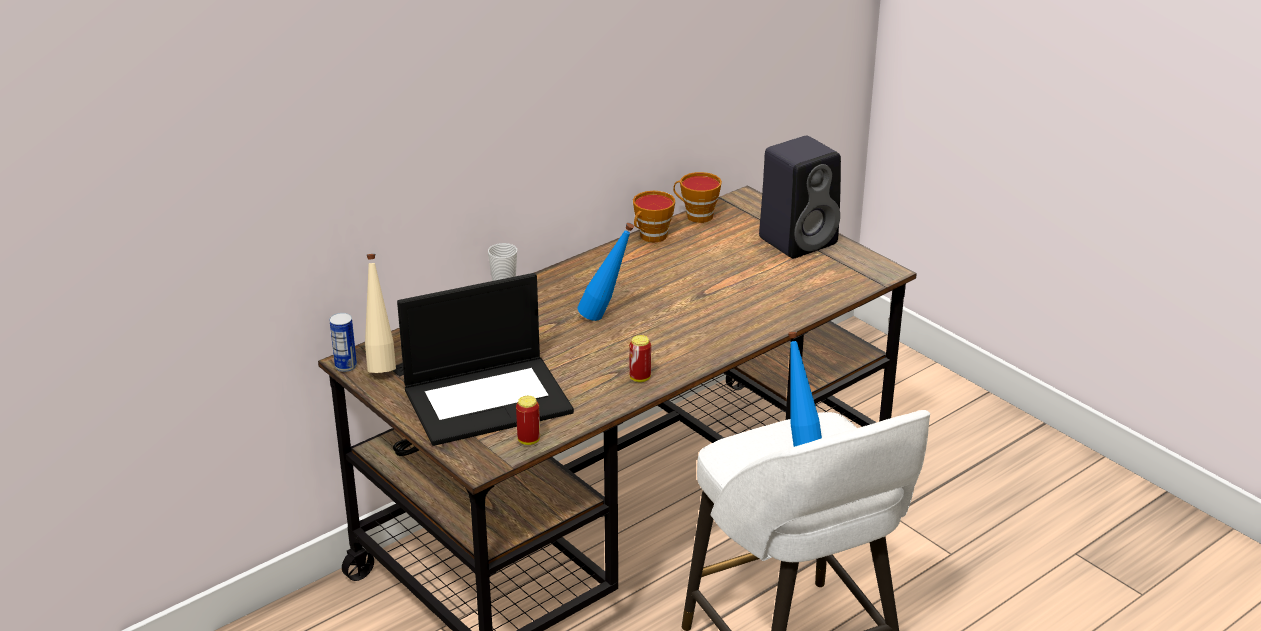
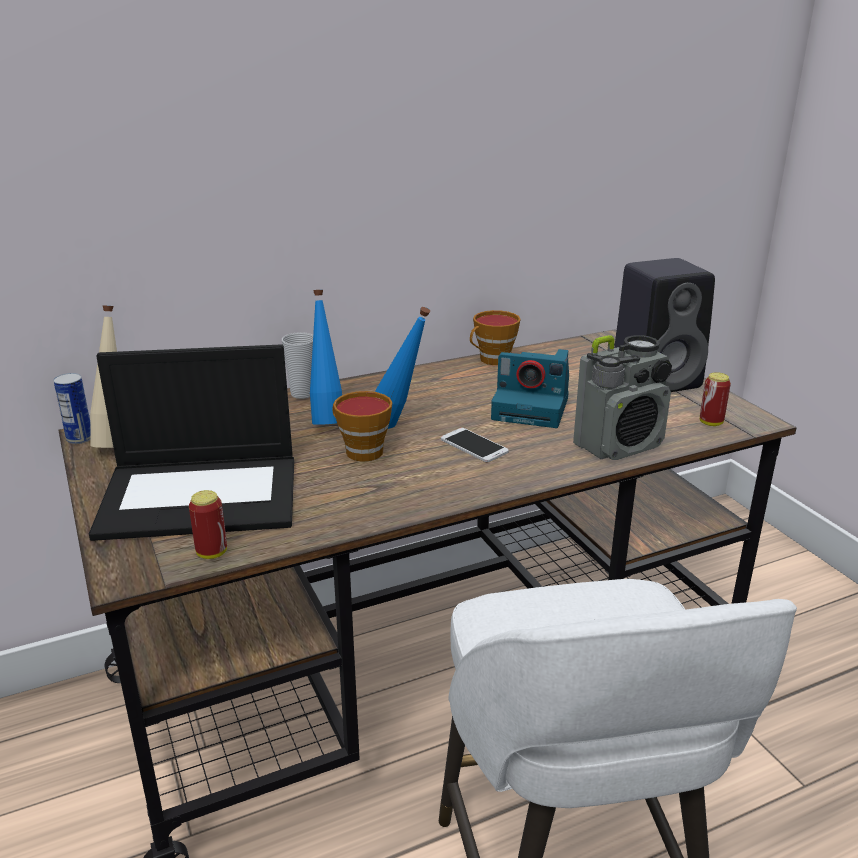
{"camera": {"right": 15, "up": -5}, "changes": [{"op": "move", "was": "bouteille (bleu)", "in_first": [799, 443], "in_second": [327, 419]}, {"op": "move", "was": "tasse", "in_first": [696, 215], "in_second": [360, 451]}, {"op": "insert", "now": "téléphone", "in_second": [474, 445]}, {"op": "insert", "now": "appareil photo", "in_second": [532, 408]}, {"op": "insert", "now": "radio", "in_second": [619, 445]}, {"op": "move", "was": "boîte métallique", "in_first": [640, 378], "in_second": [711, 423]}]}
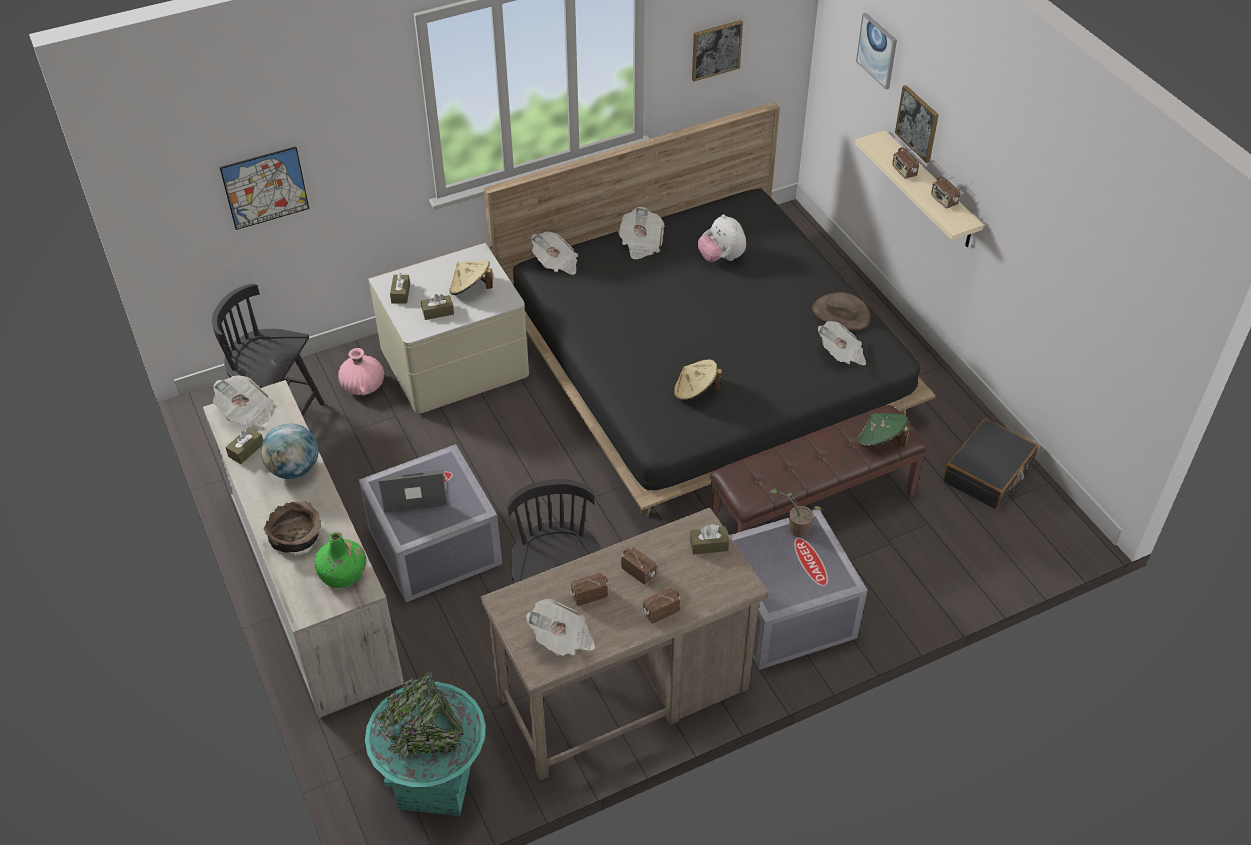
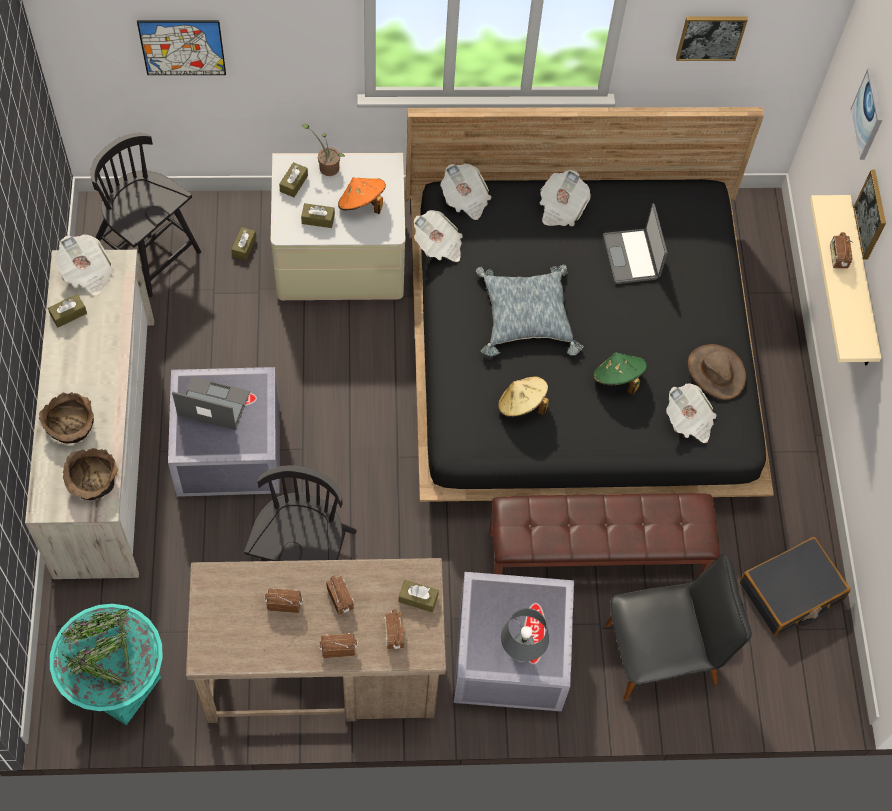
{"camera": {"right": 20, "up": 15}, "changes": [{"op": "replace", "was": "bouteille (vert)", "now": "bol (marron)", "in_first": [343, 573], "in_second": [93, 481]}, {"op": "replace", "was": "vase (rose)", "now": "boîte à mouchoirs (marron)", "in_first": [363, 386], "in_second": [244, 247]}, {"op": "move", "was": "plante en pot", "in_first": [795, 527], "in_second": [327, 166]}, {"op": "recolor", "was": "chapeau (beige)", "now": "chapeau (orange)", "in_first": [471, 289], "in_second": [362, 204]}, {"op": "move", "was": "radio", "in_first": [943, 201], "in_second": [393, 634]}, {"op": "move", "was": "journal", "in_first": [562, 639], "in_second": [438, 245]}, {"op": "insert", "now": "coussin", "in_second": [526, 314]}, {"op": "insert", "now": "lampe de table (gris)", "in_second": [520, 653]}, {"op": "move", "was": "chapeau (vert)", "in_first": [880, 442], "in_second": [617, 379]}, {"op": "replace", "was": "peluche", "now": "ordinateur portable", "in_first": [721, 258], "in_second": [632, 257]}, {"op": "insert", "now": "chaise (noir)", "in_second": [661, 653]}, {"op": "delete", "was": "globe", "in_first": [294, 469]}]}
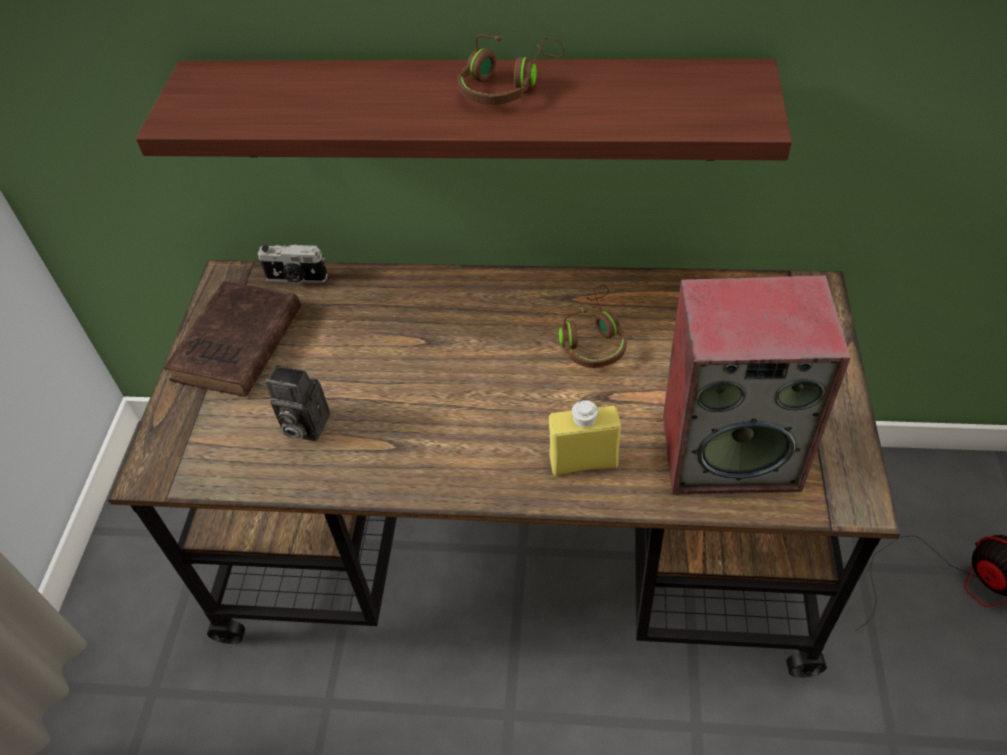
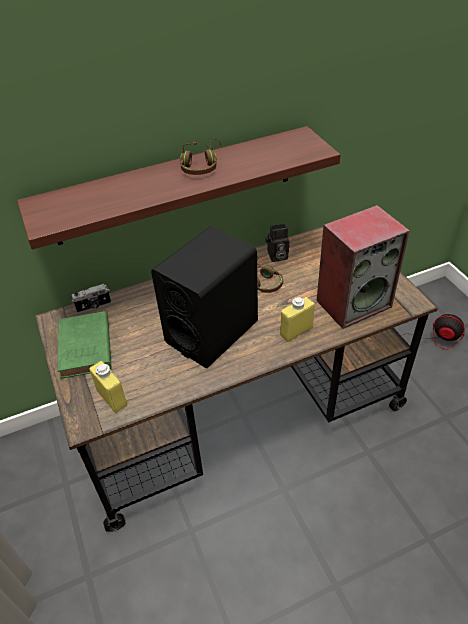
{"camera": {"right": -30, "up": -5}, "changes": [{"op": "recolor", "was": "livre (marron)", "now": "livre (vert)", "in_first": [236, 347], "in_second": [85, 349]}, {"op": "insert", "now": "bouteille (jaune)", "in_second": [112, 398]}, {"op": "insert", "now": "enceinte (noir)", "in_second": [212, 332]}, {"op": "move", "was": "appareil photo", "in_first": [303, 426], "in_second": [277, 256]}]}
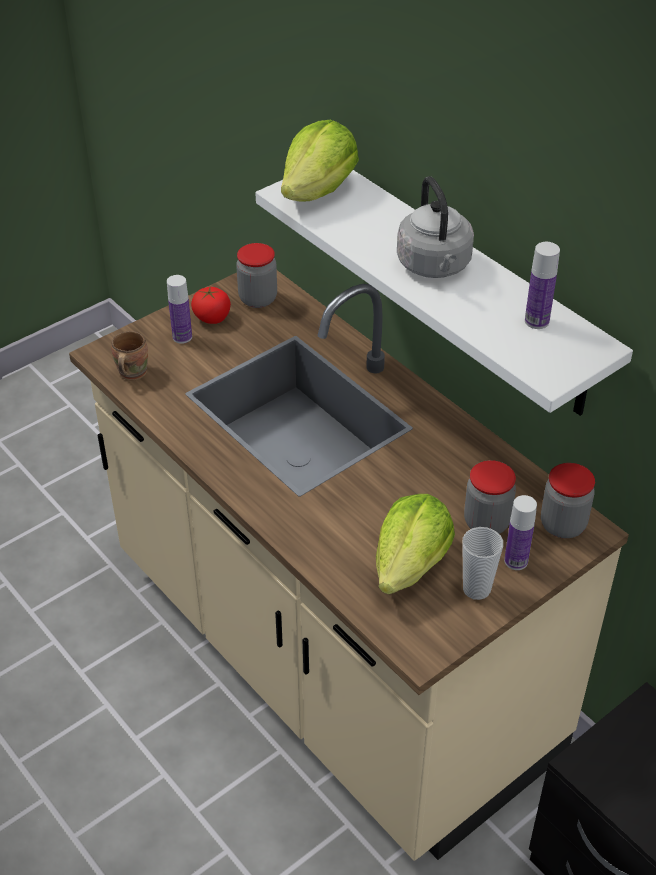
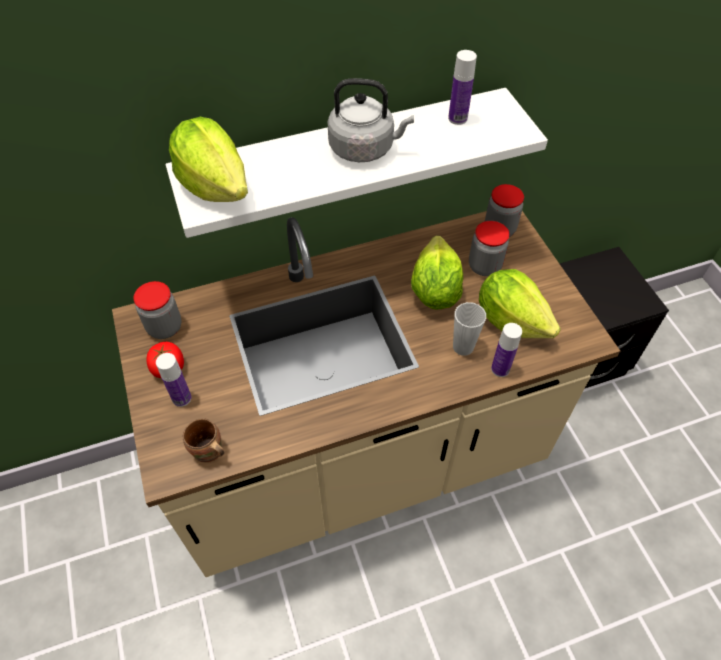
{"camera": {"right": -70, "up": 10}, "changes": [{"op": "insert", "now": "laitue", "in_second": [434, 291]}, {"op": "move", "was": "tasse", "in_first": [476, 589], "in_second": [463, 347]}, {"op": "move", "was": "bouteille", "in_first": [516, 561], "in_second": [500, 369]}]}
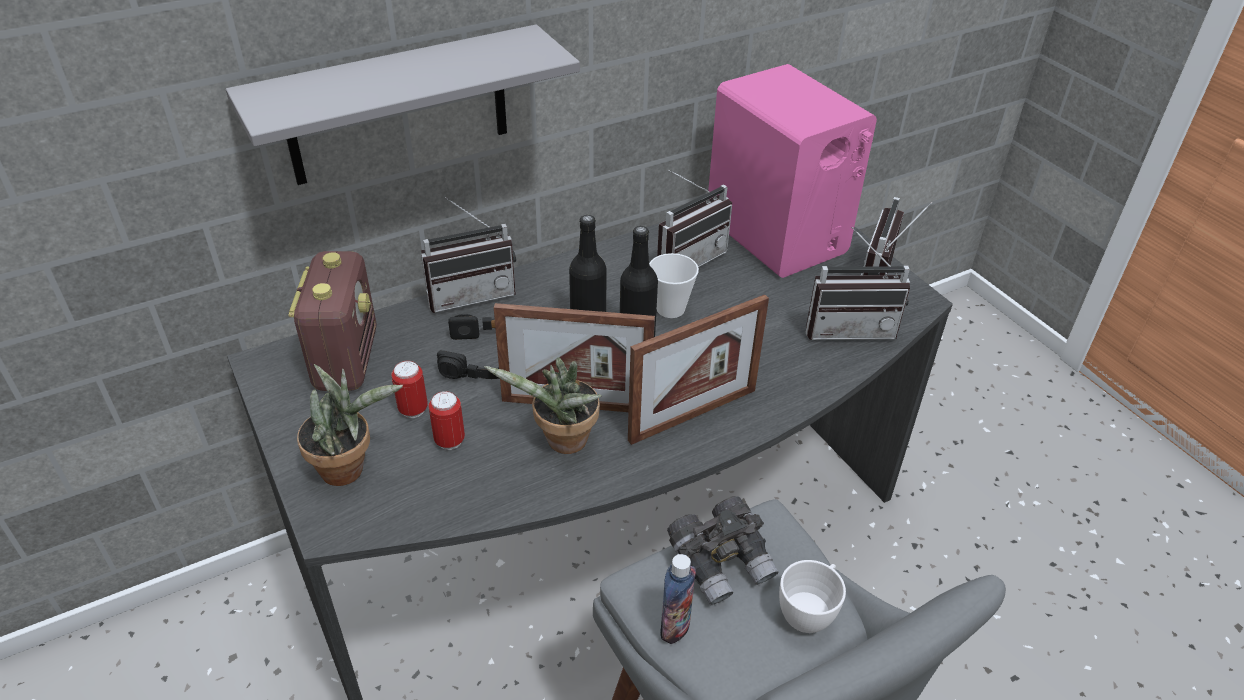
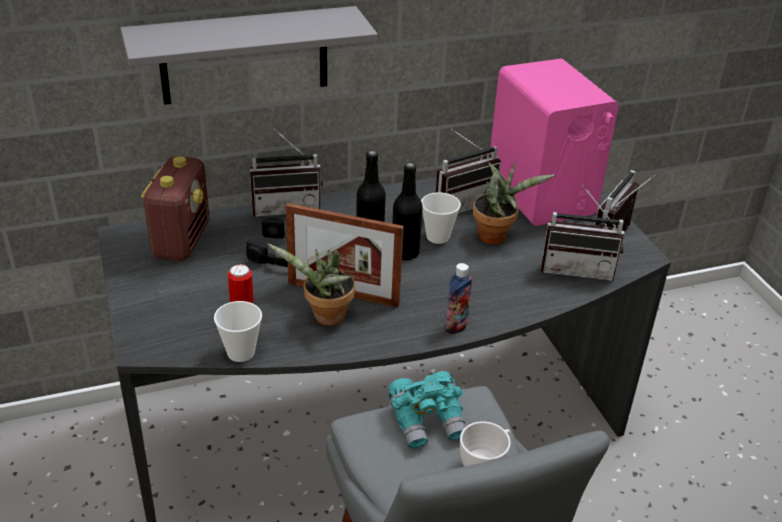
{"camera": {"right": 10, "up": -5}, "changes": [{"op": "insert", "now": "tasse", "in_second": [241, 352]}, {"op": "recolor", "was": "jumelles (gris)", "now": "jumelles (turquoise)", "in_first": [721, 563], "in_second": [427, 421]}, {"op": "move", "was": "bouteille", "in_first": [675, 627], "in_second": [456, 326]}, {"op": "move", "was": "plante en pot", "in_first": [349, 468], "in_second": [496, 236]}, {"op": "delete", "was": "boîte métallique", "in_first": [413, 409]}, {"op": "delete", "was": "cadre photo", "in_first": [693, 415]}]}
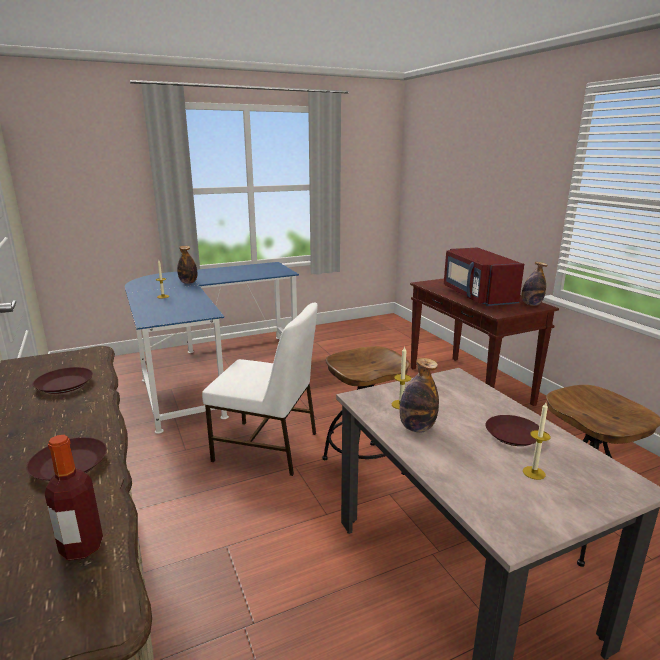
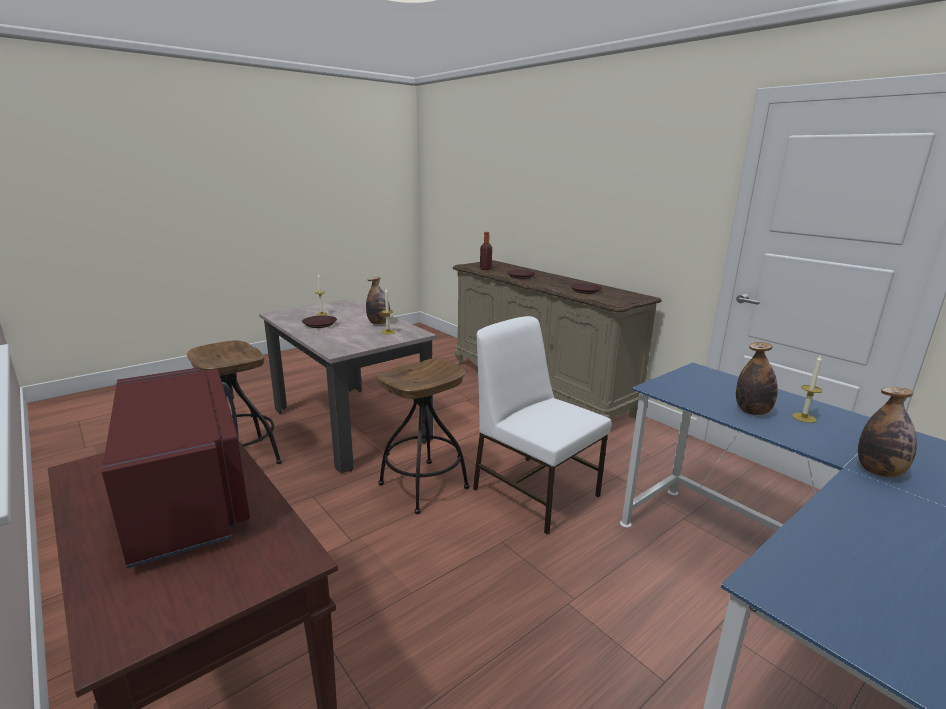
{"camera": {"right": 165, "up": 0}, "changes": [{"op": "rotate", "was": "chaise (blanc)", "in_first": [267, 447], "in_second": [534, 490], "clockwise": 45}, {"op": "move", "was": "bouteille", "in_first": [531, 304], "in_second": [752, 411]}]}
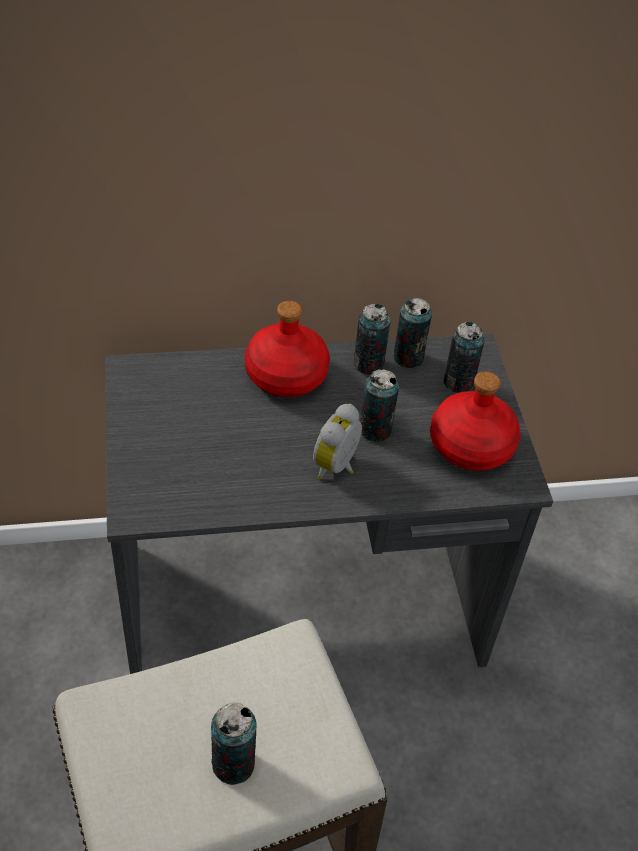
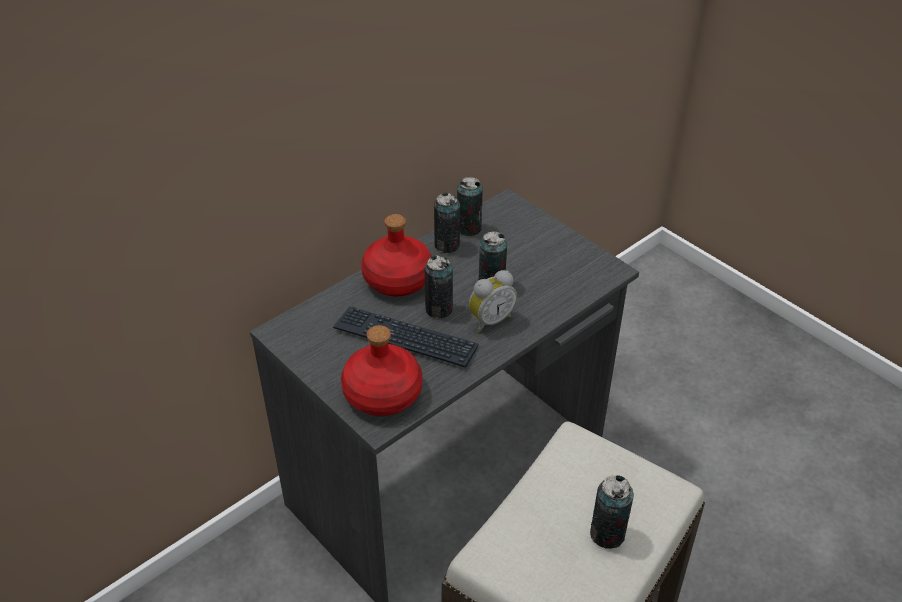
{"camera": {"right": -30, "up": -5}, "changes": [{"op": "insert", "now": "clavier", "in_second": [405, 338]}, {"op": "move", "was": "bouteille (rouge)", "in_first": [471, 445], "in_second": [383, 393]}, {"op": "move", "was": "boîte métallique", "in_first": [458, 382], "in_second": [439, 309]}, {"op": "rotate", "was": "réveil", "in_first": [338, 467], "in_second": [490, 320], "clockwise": -120}]}
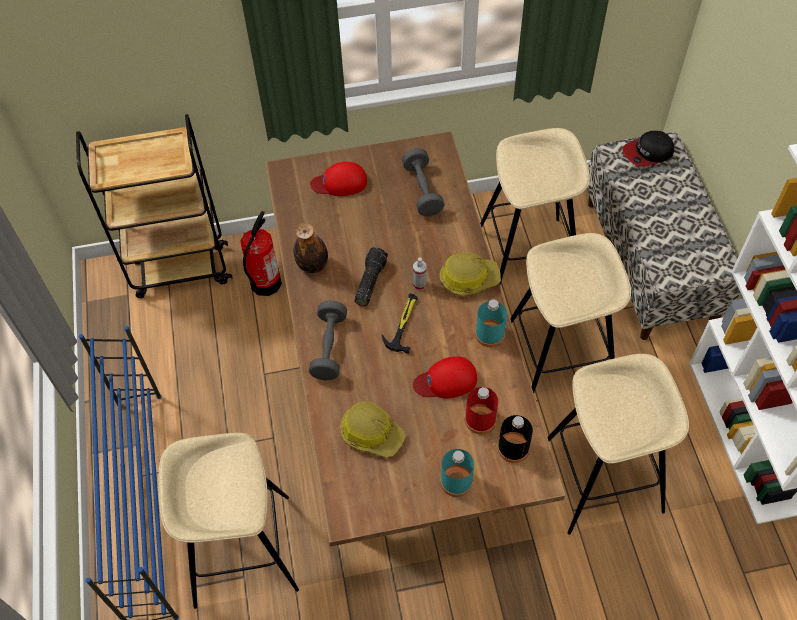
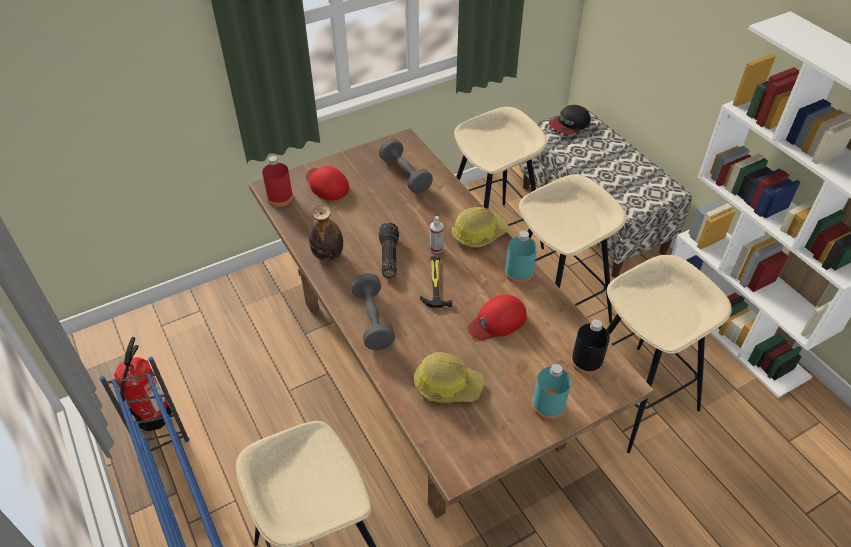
{"camera": {"right": -20, "up": -10}, "changes": [{"op": "move", "was": "extincteur", "in_first": [265, 283], "in_second": [153, 416]}, {"op": "move", "was": "bouteille (rouge)", "in_first": [480, 420], "in_second": [280, 198]}, {"op": "rotate", "was": "casquette (rouge)", "in_first": [340, 183], "in_second": [326, 185], "clockwise": 75}, {"op": "delete", "was": "chariot (marron)", "in_first": [182, 270]}]}
